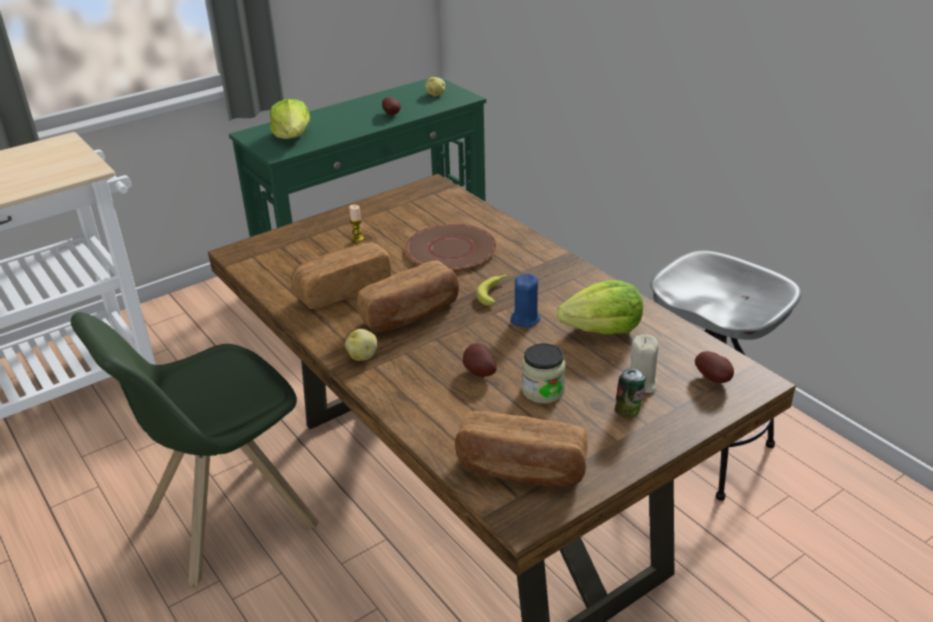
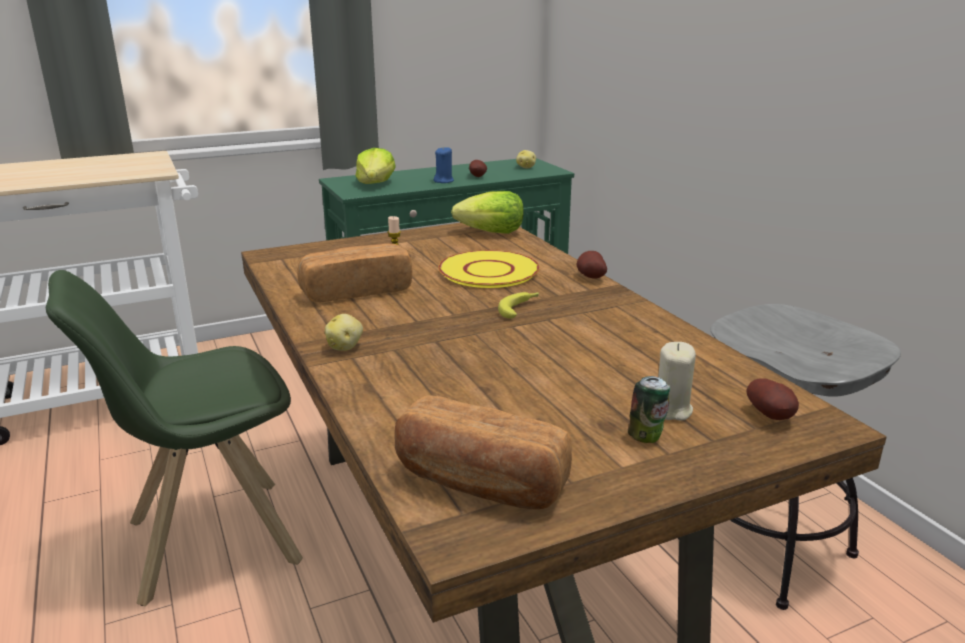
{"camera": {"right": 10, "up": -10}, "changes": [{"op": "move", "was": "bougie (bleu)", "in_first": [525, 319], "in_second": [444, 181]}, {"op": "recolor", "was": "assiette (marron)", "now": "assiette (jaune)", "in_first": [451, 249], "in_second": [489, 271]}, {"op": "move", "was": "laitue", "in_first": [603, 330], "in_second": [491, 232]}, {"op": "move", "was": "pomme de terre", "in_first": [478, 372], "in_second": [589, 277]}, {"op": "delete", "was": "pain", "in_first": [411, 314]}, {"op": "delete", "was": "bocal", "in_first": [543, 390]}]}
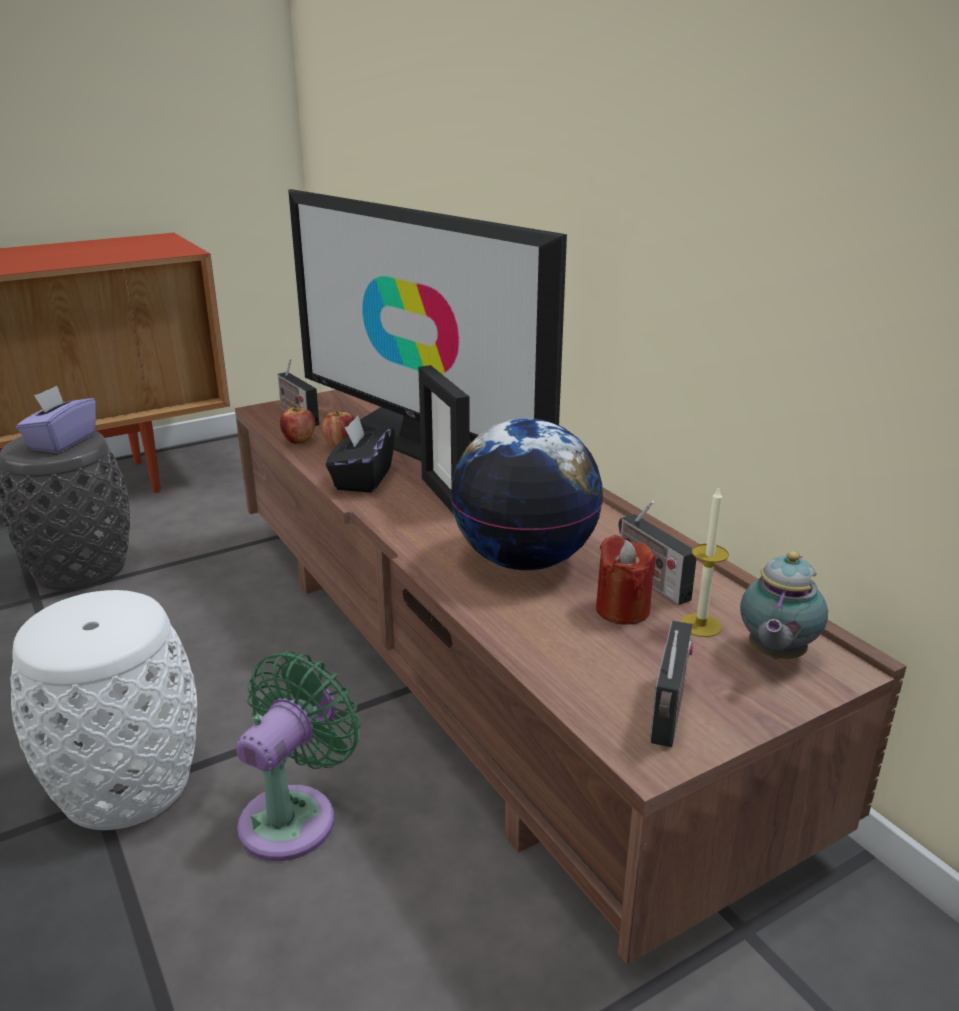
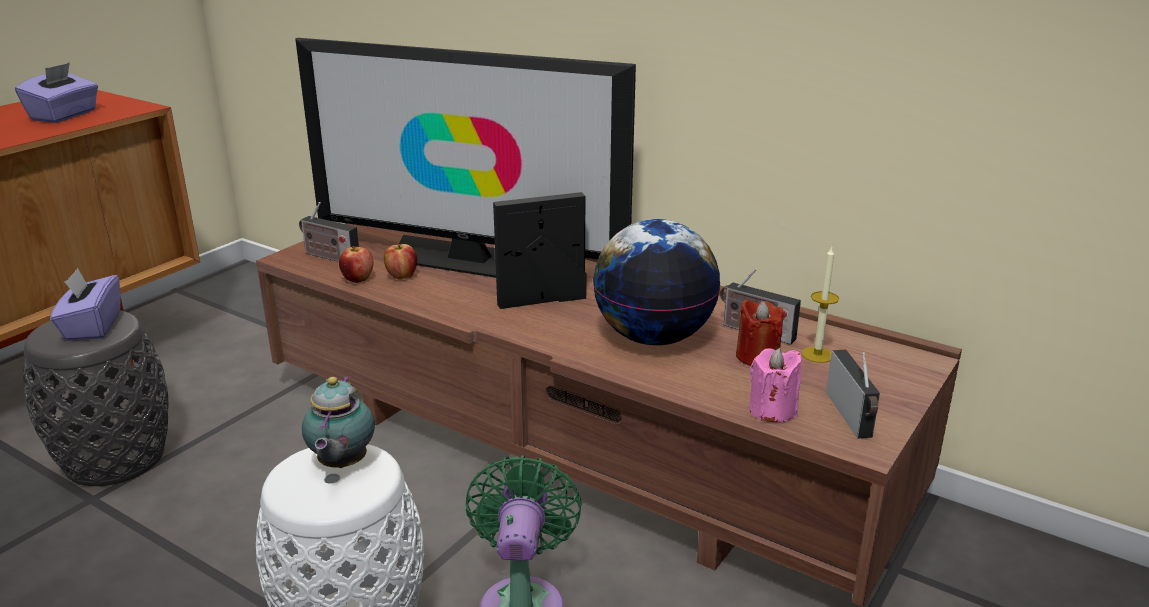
{"camera": {"right": -25, "up": 0}, "changes": [{"op": "insert", "now": "boîte à mouchoirs (violet)", "in_second": [64, 116]}, {"op": "move", "was": "théière", "in_first": [774, 655], "in_second": [341, 465]}, {"op": "rotate", "was": "cadre photo", "in_first": [447, 496], "in_second": [542, 301], "clockwise": 120}, {"op": "insert", "now": "bougie (rose)", "in_second": [772, 410]}, {"op": "delete", "was": "boîte à mouchoirs (noir)", "in_first": [362, 479]}]}
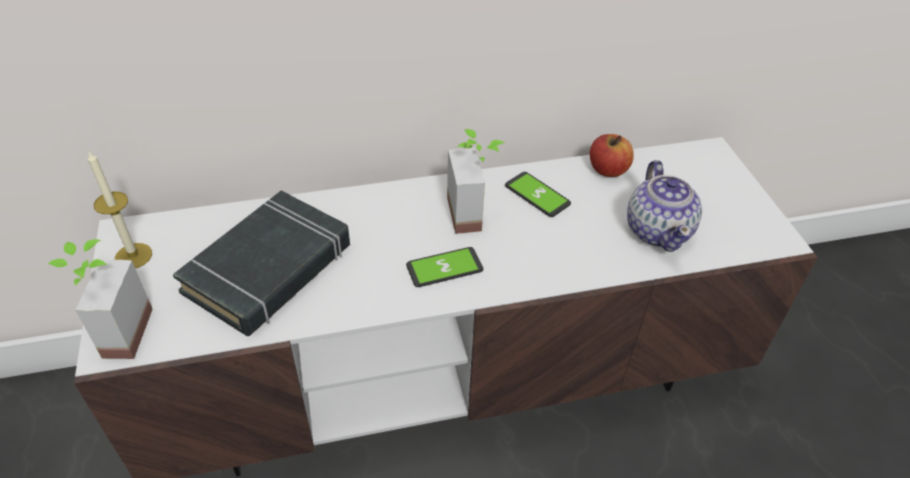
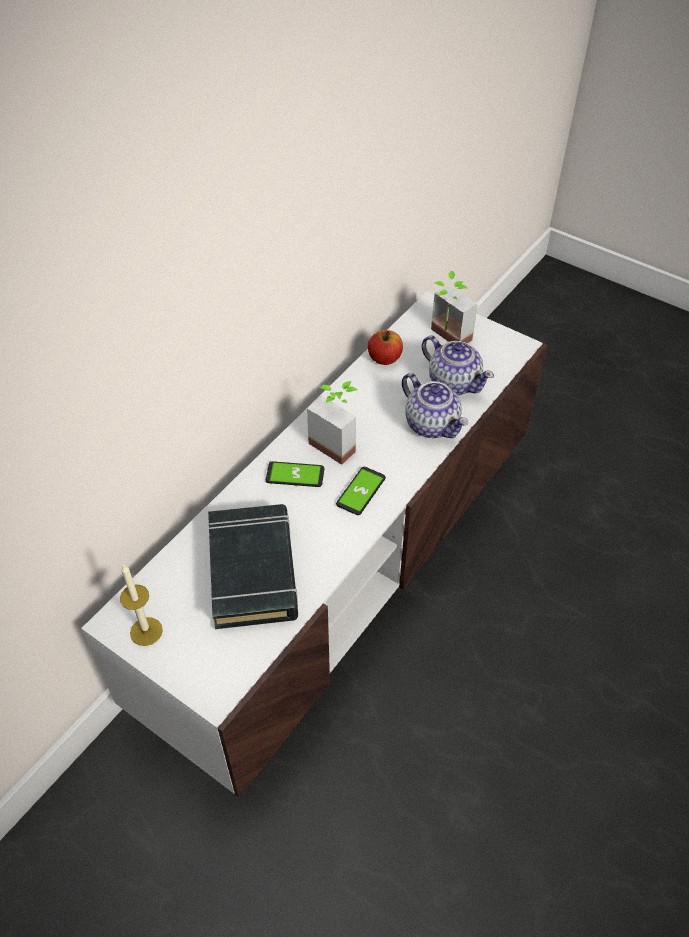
{"camera": {"right": -40, "up": 5}, "changes": [{"op": "move", "was": "téléphone", "in_first": [537, 195], "in_second": [295, 475]}, {"op": "insert", "now": "théière", "in_second": [432, 424]}, {"op": "move", "was": "plante en pot", "in_first": [114, 332], "in_second": [445, 338]}]}
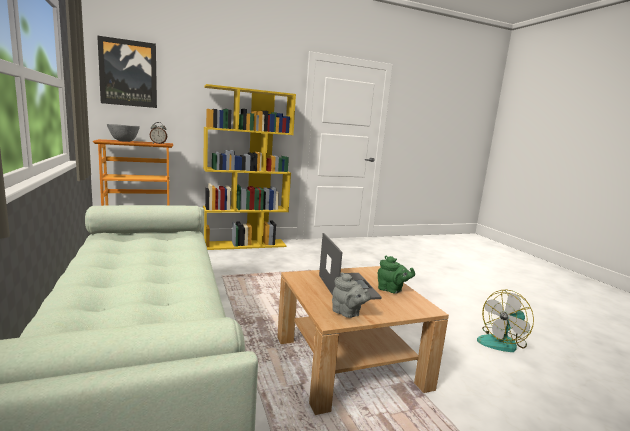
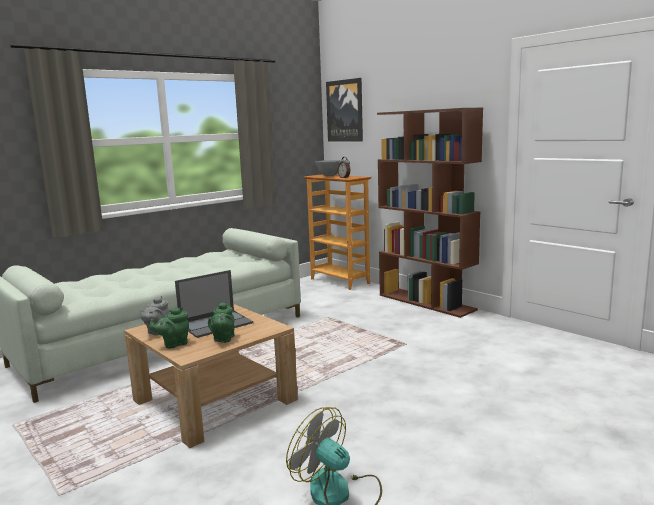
{"camera": {"right": 70, "up": 0}, "changes": [{"op": "insert", "now": "théière (vert)", "in_second": [173, 344]}, {"op": "recolor", "was": "bibliothèque (jaune)", "now": "bibliothèque (marron)", "in_first": [245, 244], "in_second": [427, 302]}]}
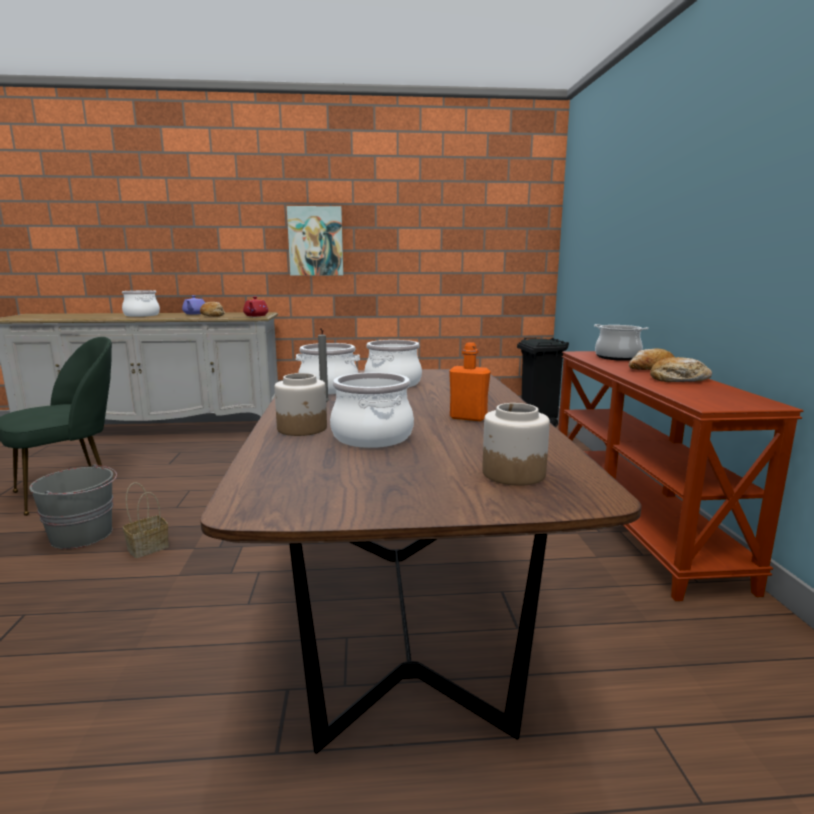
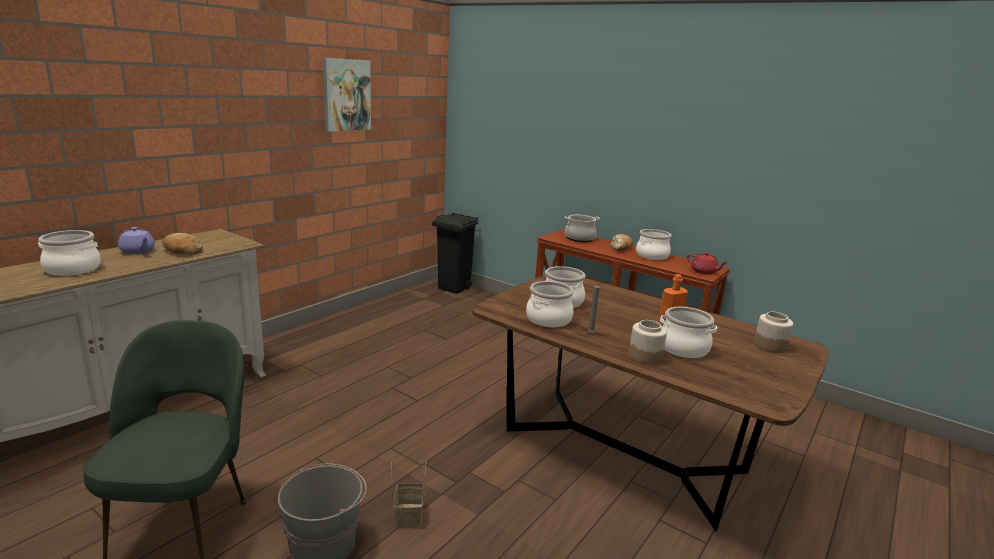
{"camera": {"right": -50, "up": 5}, "changes": [{"op": "move", "was": "tableau", "in_first": [315, 241], "in_second": [346, 95]}, {"op": "replace", "was": "pain", "now": "marmite", "in_first": [678, 379], "in_second": [651, 255]}, {"op": "move", "was": "théière (rouge)", "in_first": [256, 316], "in_second": [704, 272]}]}
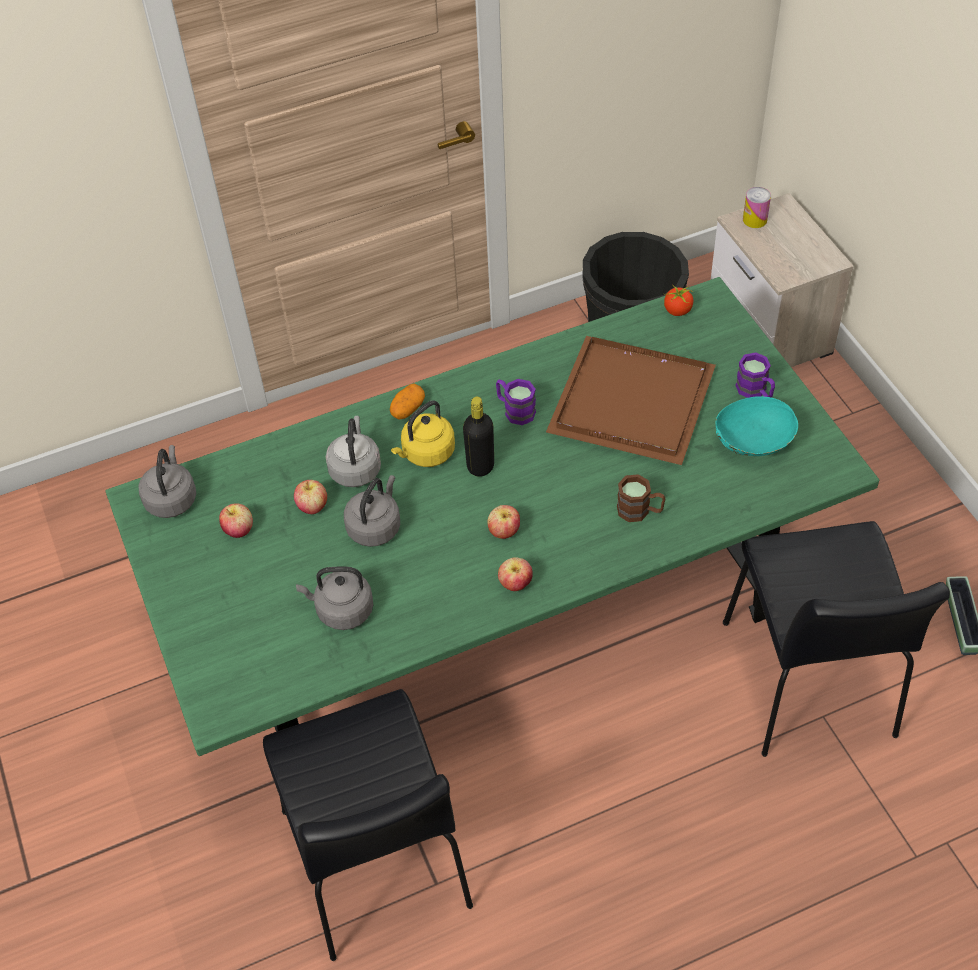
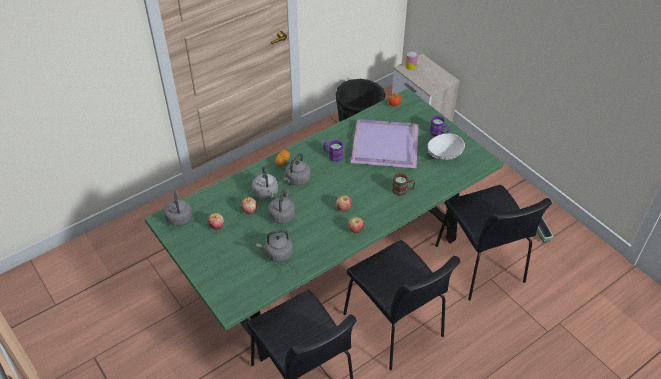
{"camera": {"right": -15, "up": -5}, "changes": [{"op": "recolor", "was": "bouilloire (jaune)", "now": "bouilloire (gris)", "in_first": [426, 453], "in_second": [297, 180]}, {"op": "insert", "now": "chaise (noir)", "in_second": [395, 327]}, {"op": "recolor", "was": "plateau (marron)", "now": "plateau (violet)", "in_first": [635, 401], "in_second": [386, 144]}, {"op": "recolor", "was": "bol (turquoise)", "now": "bol (blanc)", "in_first": [753, 444], "in_second": [444, 155]}, {"op": "delete", "was": "bouteille (noir)", "in_first": [480, 466]}]}
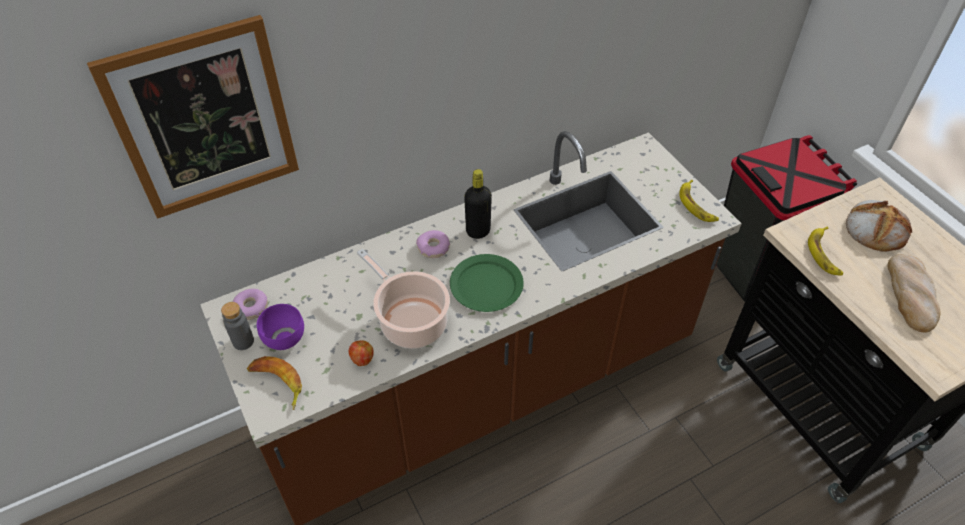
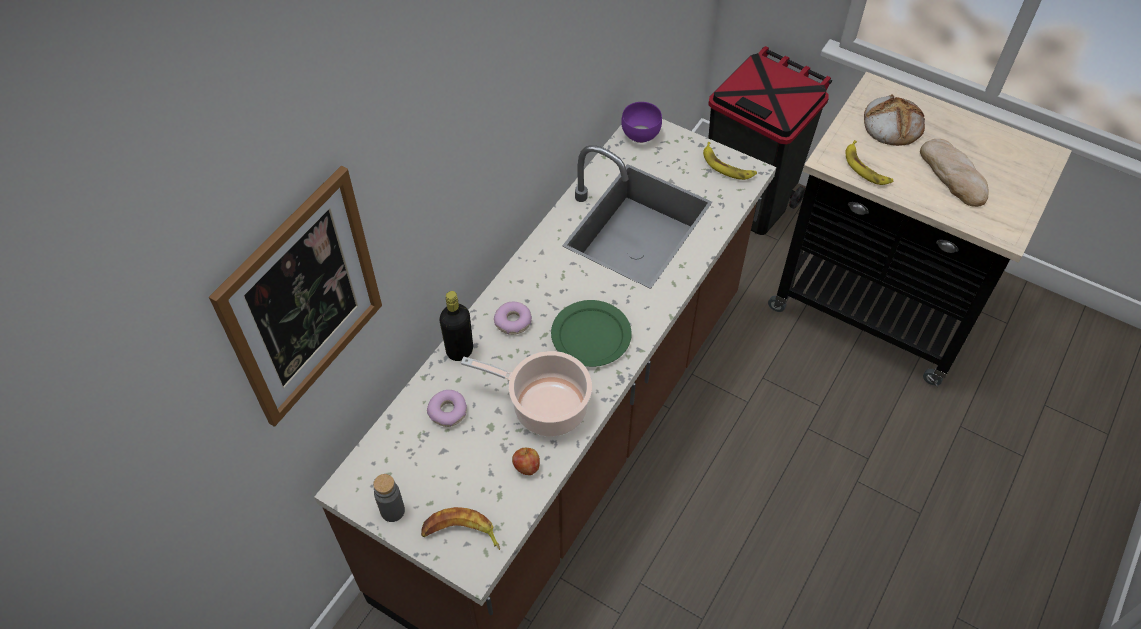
{"camera": {"right": -30, "up": 5}, "changes": [{"op": "move", "was": "beignet", "in_first": [251, 308], "in_second": [448, 411]}, {"op": "move", "was": "bouteille (noir)", "in_first": [478, 231], "in_second": [459, 350]}, {"op": "move", "was": "bol (violet)", "in_first": [286, 338], "in_second": [641, 134]}]}
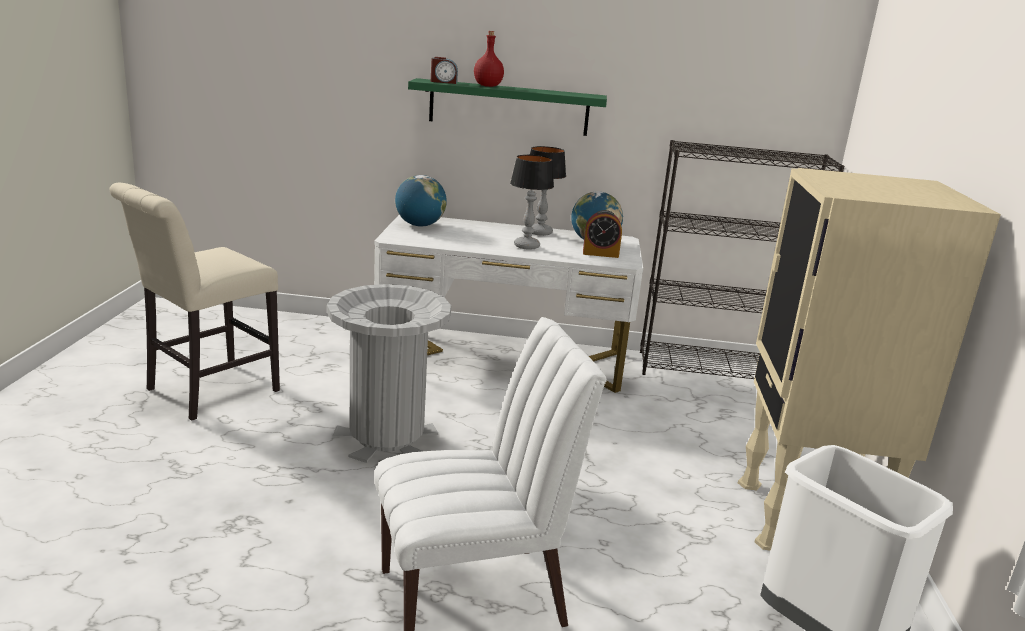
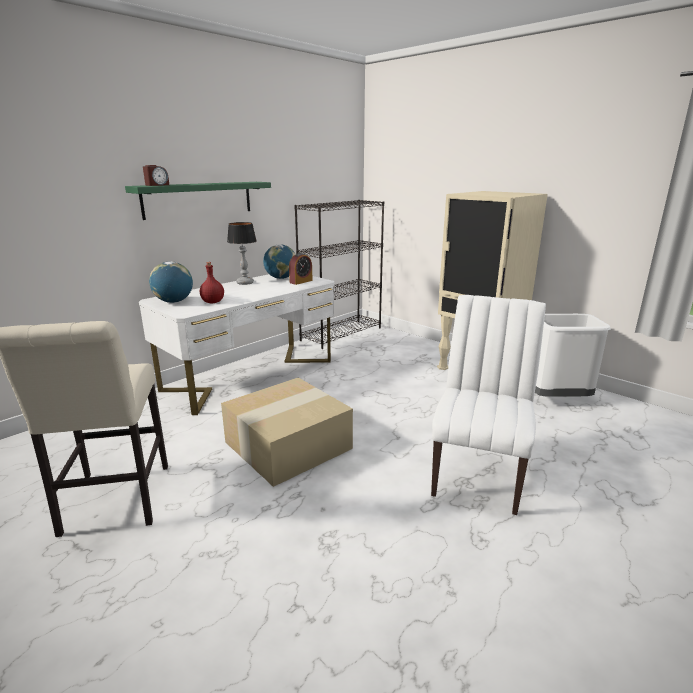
{"camera": {"right": -50, "up": 0}, "changes": [{"op": "move", "was": "bouteille (rouge)", "in_first": [487, 86], "in_second": [212, 302]}, {"op": "replace", "was": "poubelle (gris)", "now": "carton", "in_first": [387, 436], "in_second": [288, 444]}, {"op": "delete", "was": "lampe de table", "in_first": [527, 246]}]}
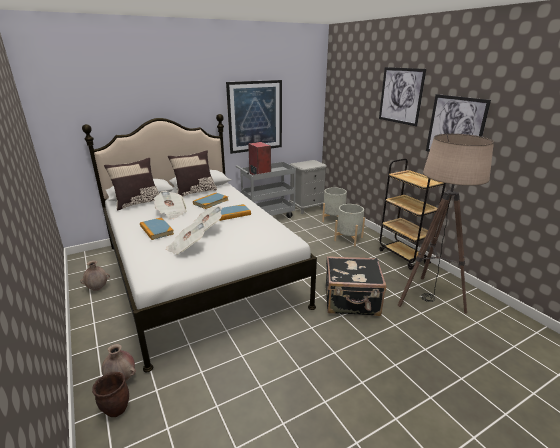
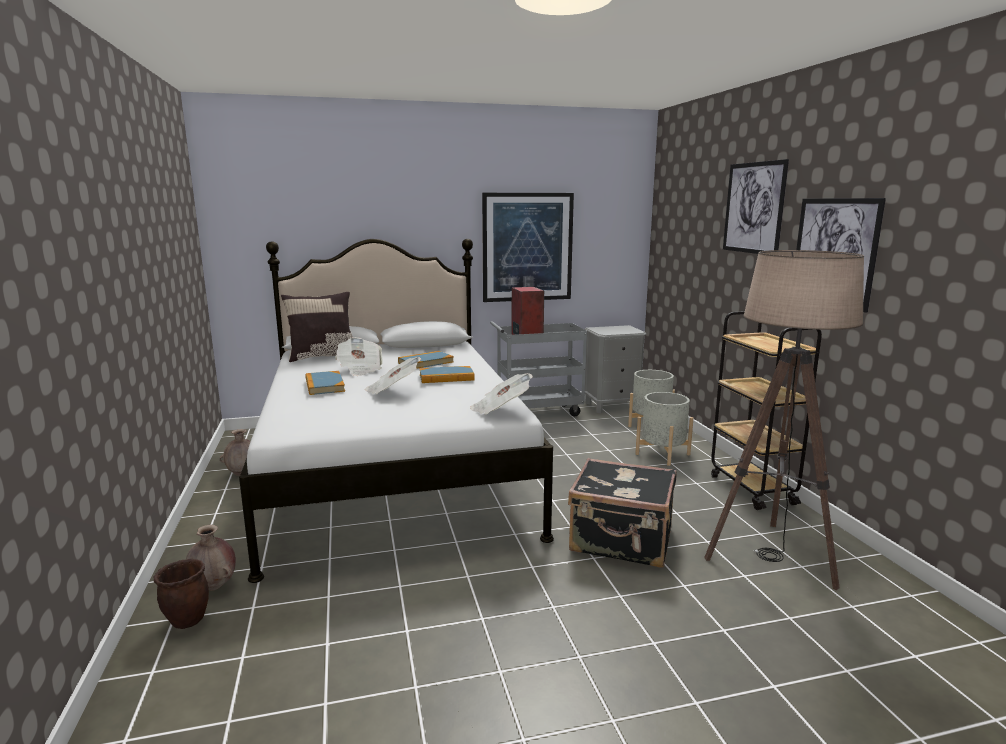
{"camera": {"right": 15, "up": -10}, "changes": [{"op": "move", "was": "journal", "in_first": [186, 247], "in_second": [500, 409]}, {"op": "delete", "was": "coussin", "in_first": [195, 192]}]}
